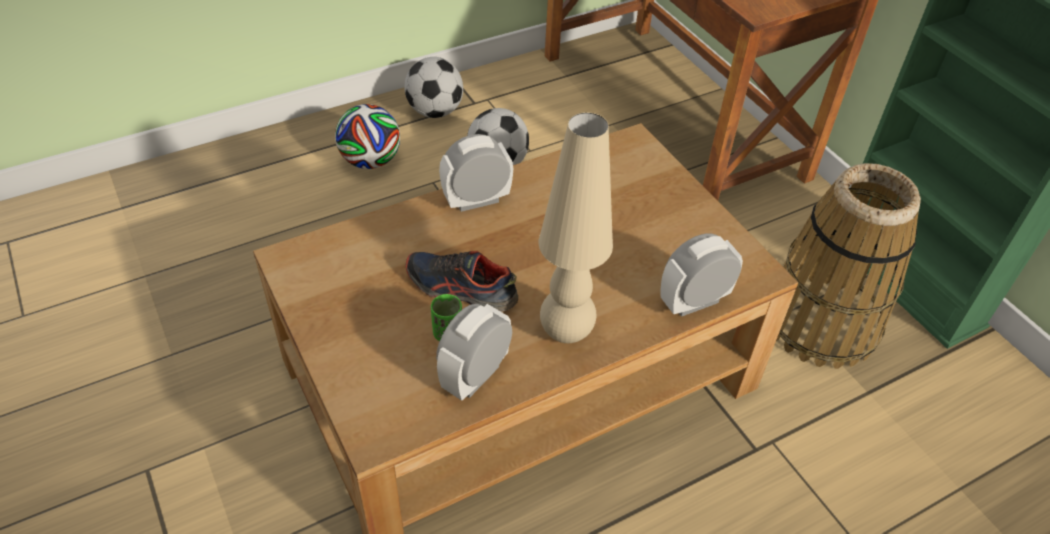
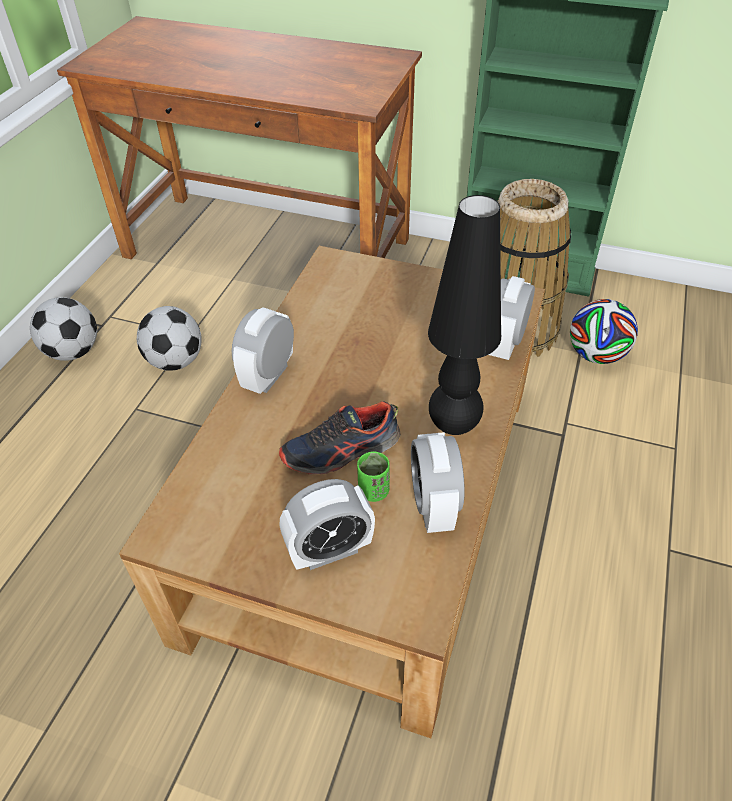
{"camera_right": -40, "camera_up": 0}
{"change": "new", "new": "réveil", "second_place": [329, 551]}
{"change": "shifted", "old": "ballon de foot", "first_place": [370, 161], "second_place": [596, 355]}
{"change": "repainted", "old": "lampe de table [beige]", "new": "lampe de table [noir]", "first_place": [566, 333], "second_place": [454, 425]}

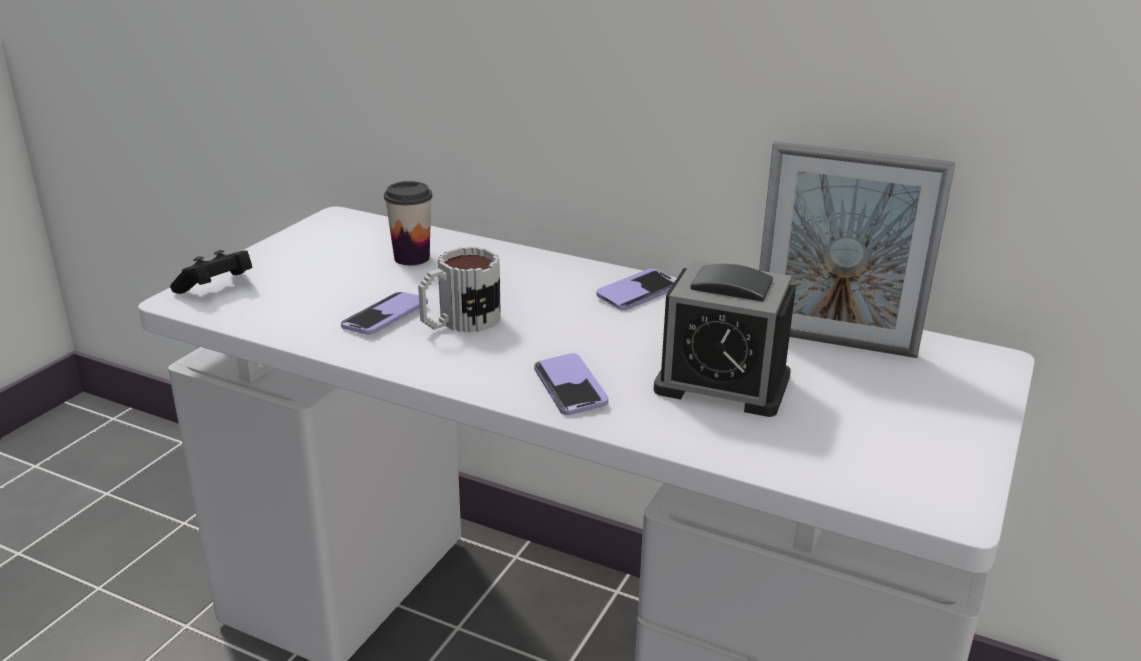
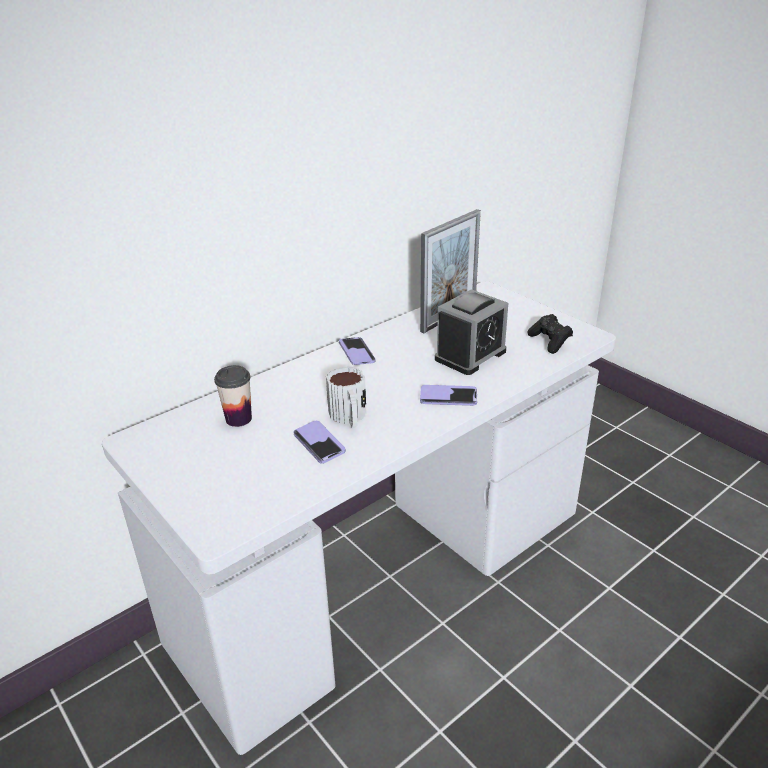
{"camera_right": -65, "camera_up": 5}
{"change": "shifted", "old": "manette [noir]", "first_place": [217, 288], "second_place": [550, 342]}

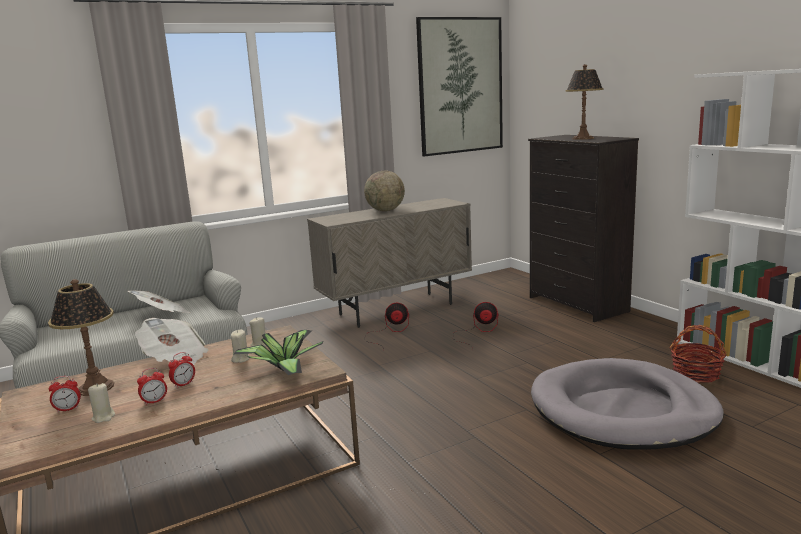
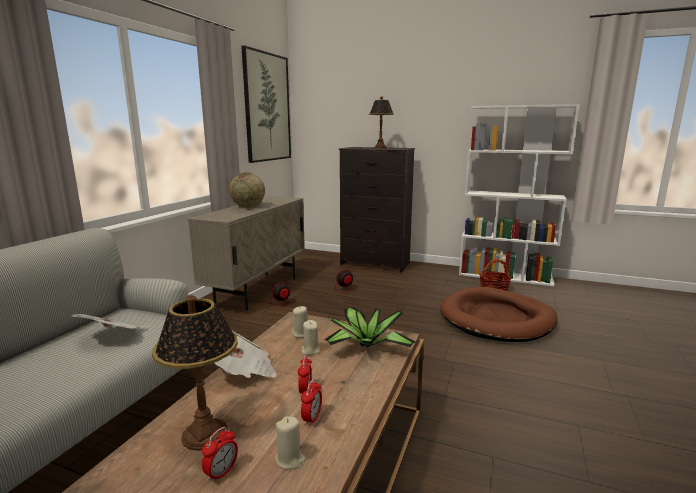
{"camera_right": -40, "camera_up": 0}
{"change": "repainted", "old": "panier pour chien [gris]", "new": "panier pour chien [marron]", "first_place": [622, 410], "second_place": [497, 319]}

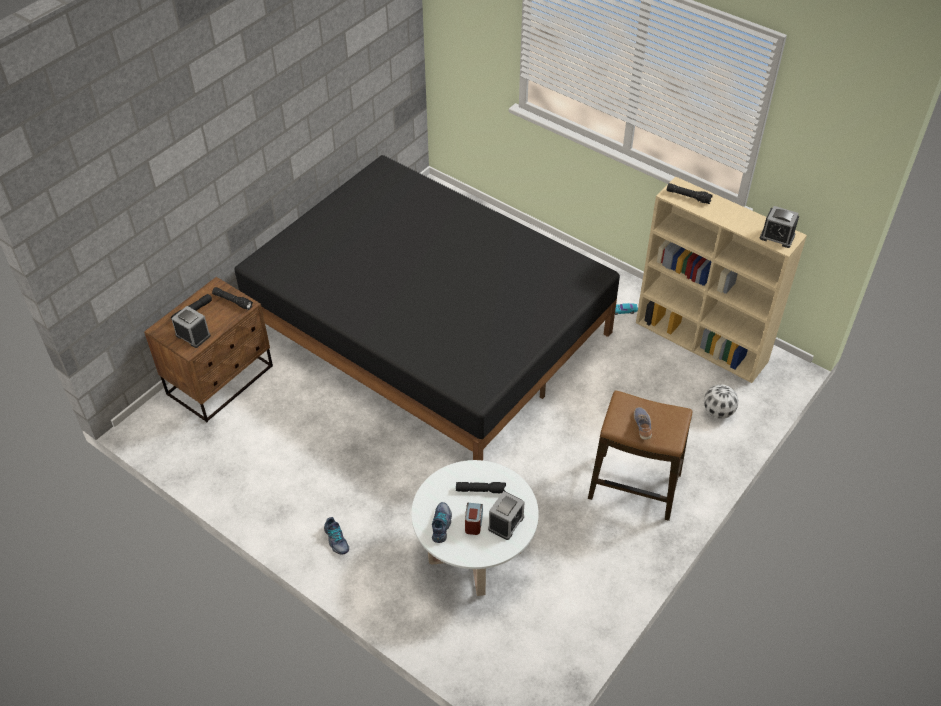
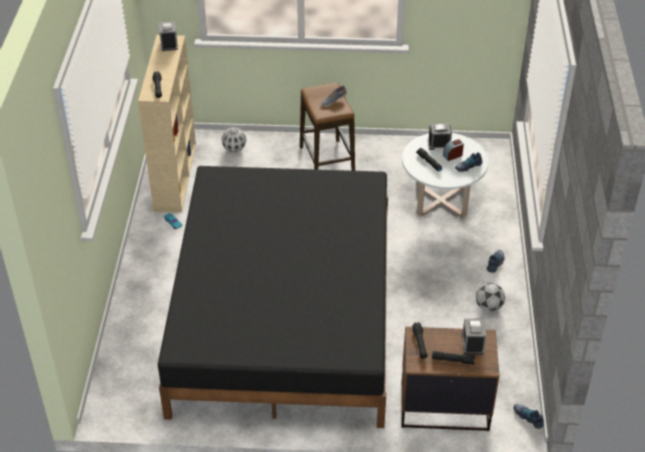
{"camera_right": -125, "camera_up": -5}
{"change": "new", "new": "ballon de foot", "second_place": [488, 307]}
{"change": "new", "new": "chaussure", "second_place": [528, 417]}

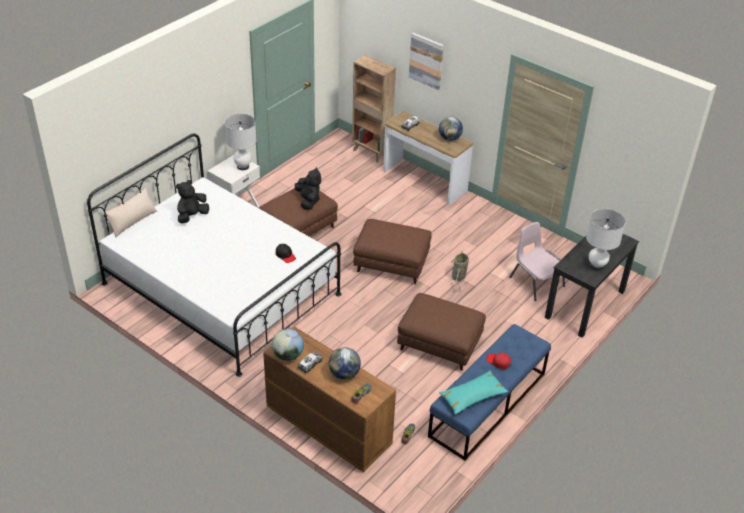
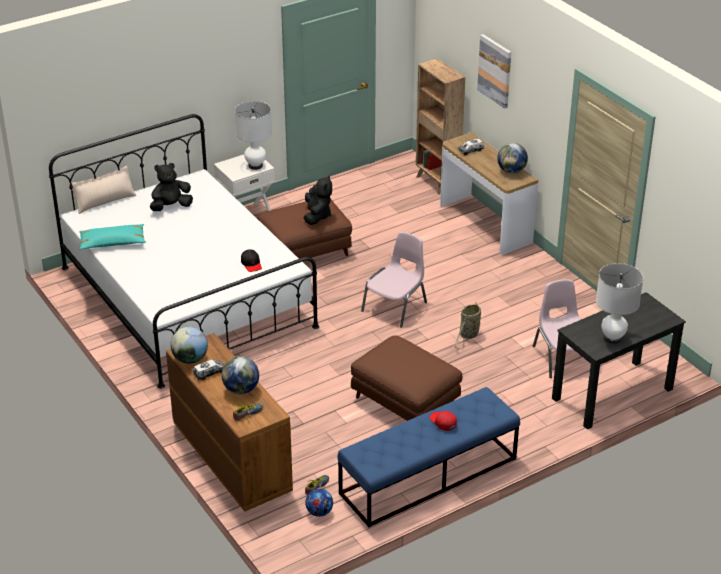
{"camera_right": 20, "camera_up": -5}
{"change": "new", "new": "ballon de foot", "second_place": [319, 512]}
{"change": "shifted", "old": "coussin [turquoise]", "first_place": [472, 396], "second_place": [112, 243]}
{"change": "swapped", "old": "pouf [marron]", "new": "chaise [rose]", "first_place": [392, 264], "second_place": [395, 306]}

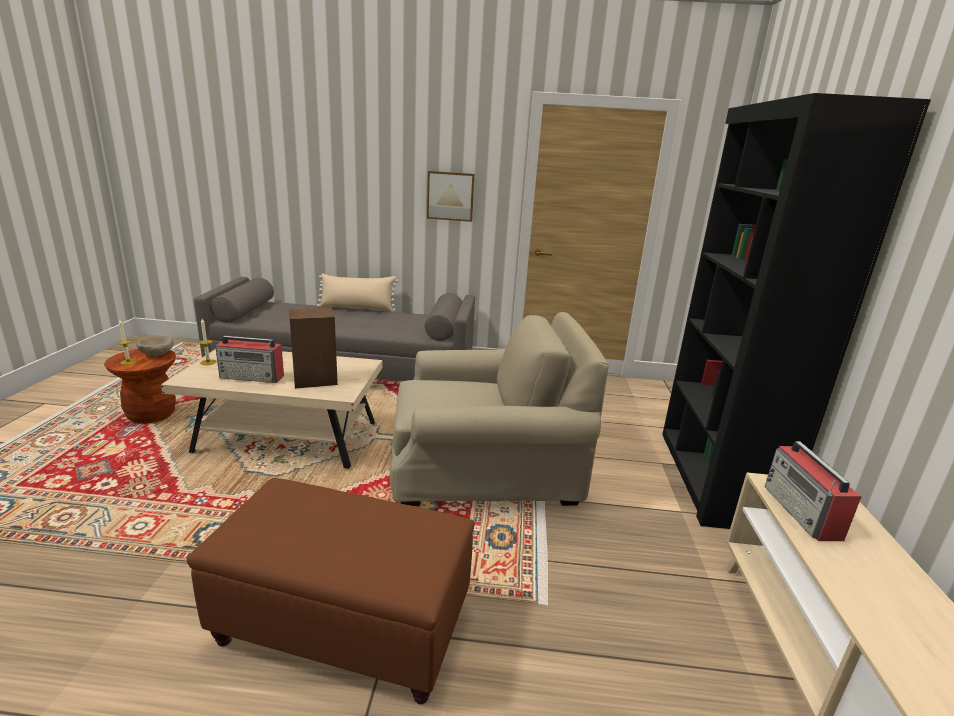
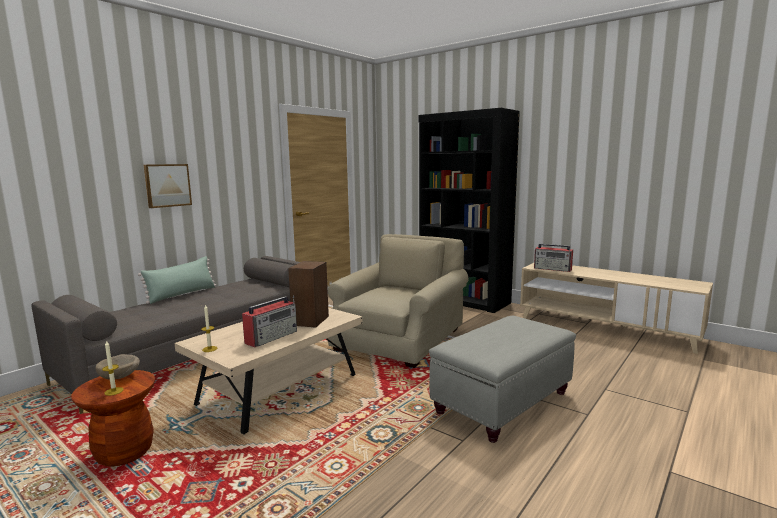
{"camera_right": -55, "camera_up": -10}
{"change": "shifted", "old": "tableau", "first_place": [450, 196], "second_place": [167, 185]}
{"change": "repainted", "old": "pouf [marron]", "new": "pouf [gris]", "first_place": [342, 624], "second_place": [502, 403]}
{"change": "repainted", "old": "coussin [beige]", "new": "coussin [vert]", "first_place": [357, 309], "second_place": [182, 294]}

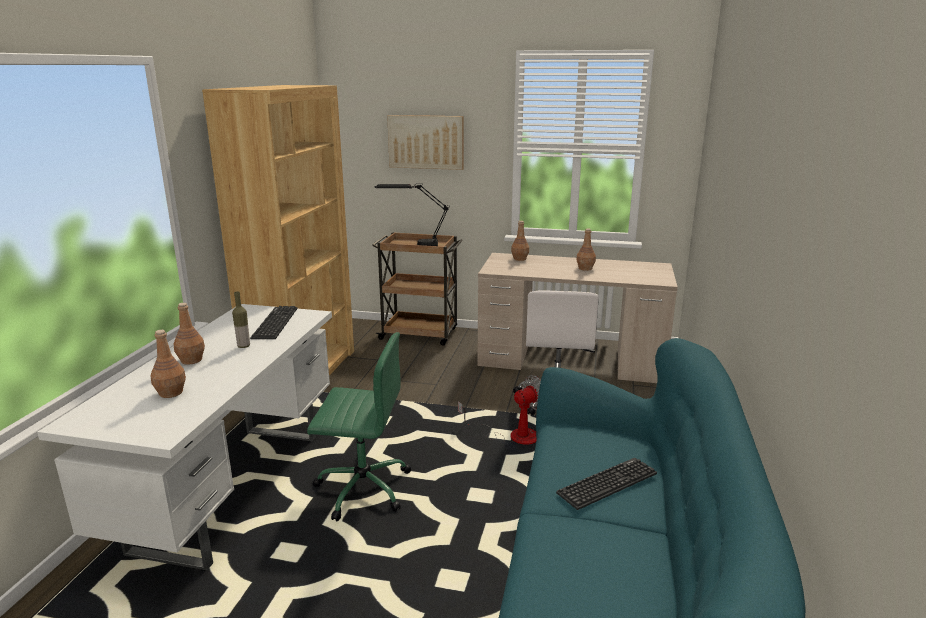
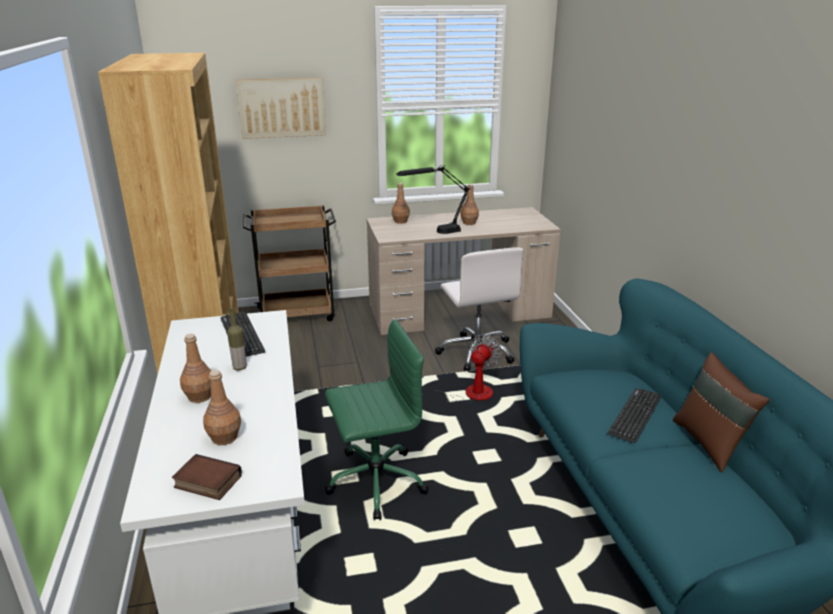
{"camera_right": -25, "camera_up": 5}
{"change": "new", "new": "livre", "second_place": [206, 482]}
{"change": "new", "new": "coussin [marron]", "second_place": [710, 443]}
{"change": "shifted", "old": "lampe de table [noir]", "first_place": [413, 244], "second_place": [434, 233]}

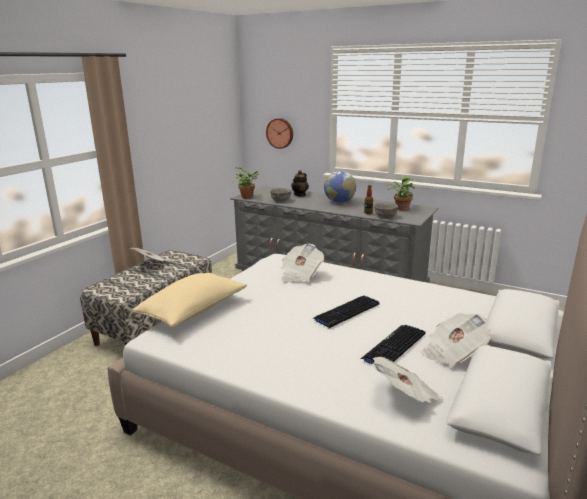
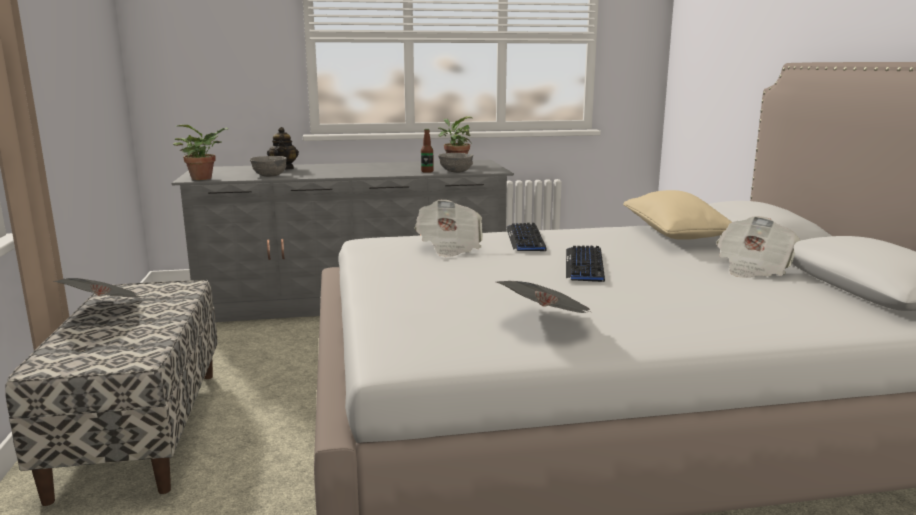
{"camera_right": -40, "camera_up": -5}
{"change": "gone", "old": "horloge murale", "first_place": [280, 133]}
{"change": "gone", "old": "globe", "first_place": [339, 202]}
{"change": "shifted", "old": "coussin [beige]", "first_place": [194, 311], "second_place": [676, 235]}
{"change": "shifted", "old": "clavier", "first_place": [394, 347], "second_place": [525, 239]}
{"change": "shifted", "old": "journal", "first_place": [405, 396], "second_place": [546, 323]}

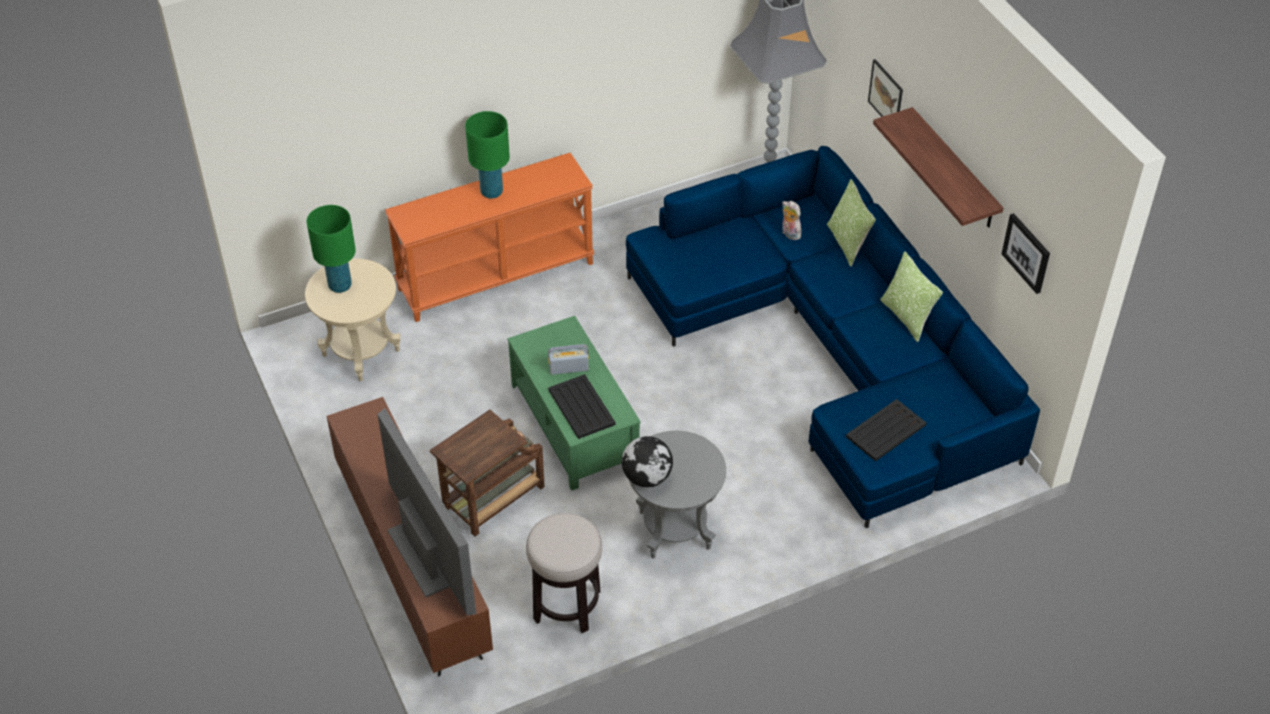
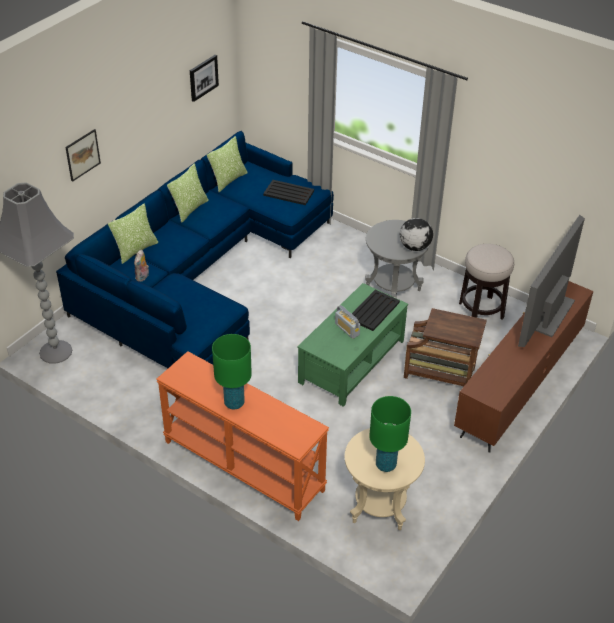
{"camera_right": -120, "camera_up": -5}
{"change": "gone", "old": "étagère", "first_place": [954, 170]}
{"change": "new", "new": "coussin", "second_place": [228, 180]}

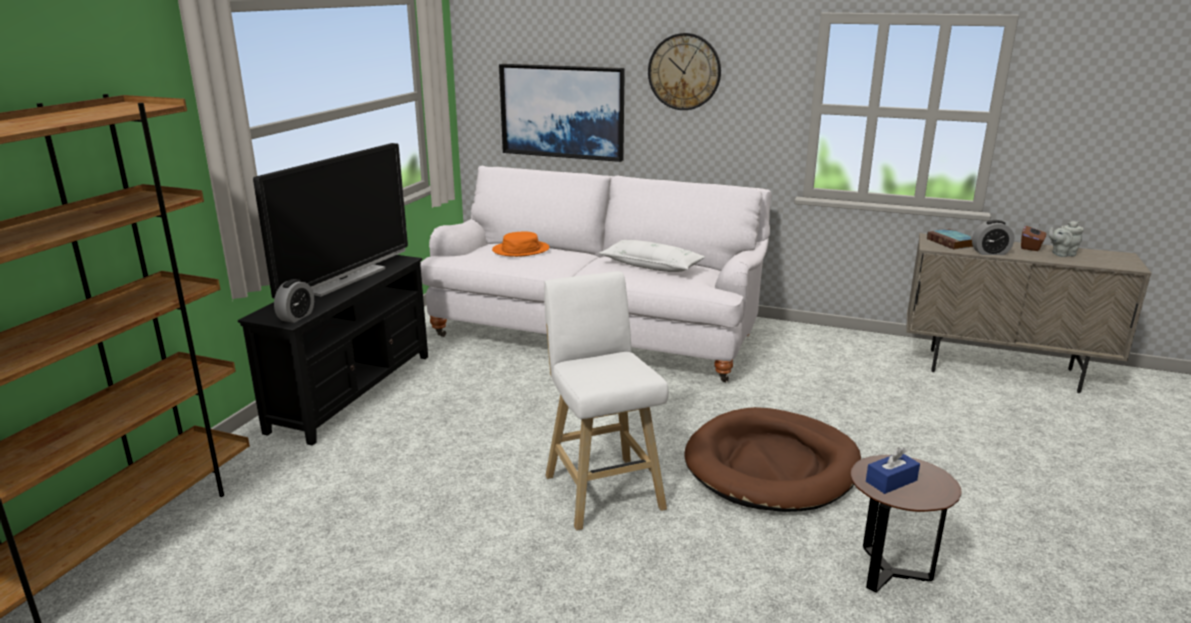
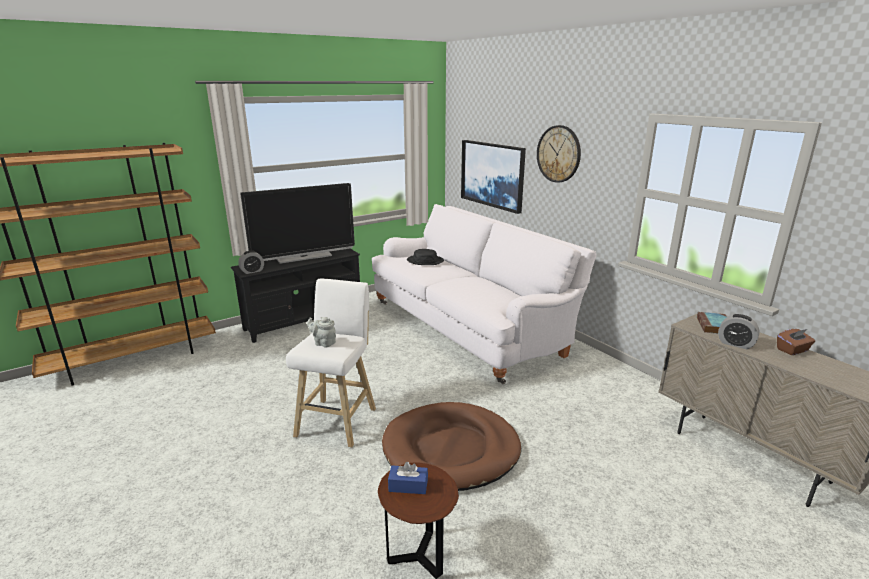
{"camera_right": 35, "camera_up": 0}
{"change": "gone", "old": "coussin [blanc]", "first_place": [651, 266]}
{"change": "shifted", "old": "théière [gris]", "first_place": [1061, 254], "second_place": [323, 343]}
{"change": "repainted", "old": "chapeau [orange]", "new": "chapeau [noir]", "first_place": [520, 250], "second_place": [425, 261]}

